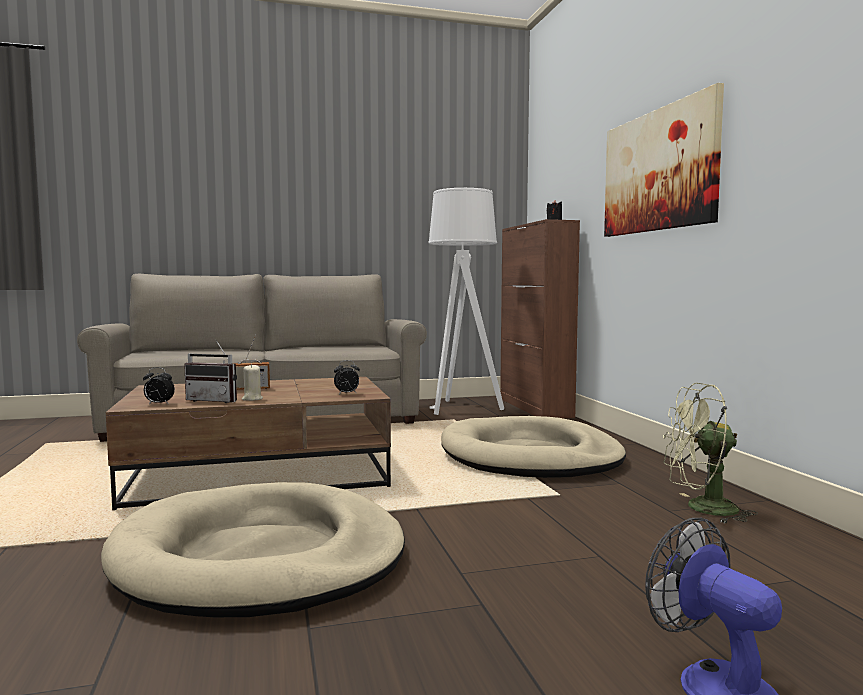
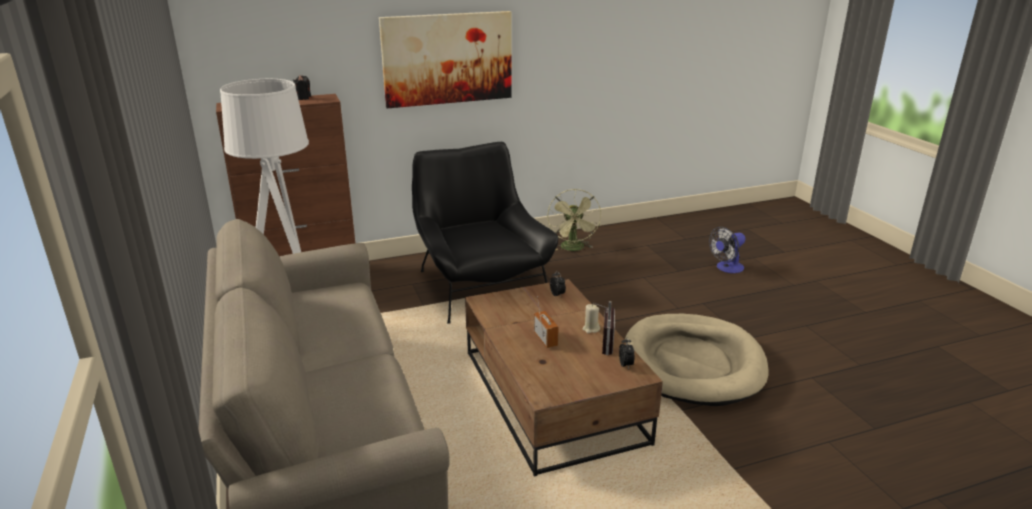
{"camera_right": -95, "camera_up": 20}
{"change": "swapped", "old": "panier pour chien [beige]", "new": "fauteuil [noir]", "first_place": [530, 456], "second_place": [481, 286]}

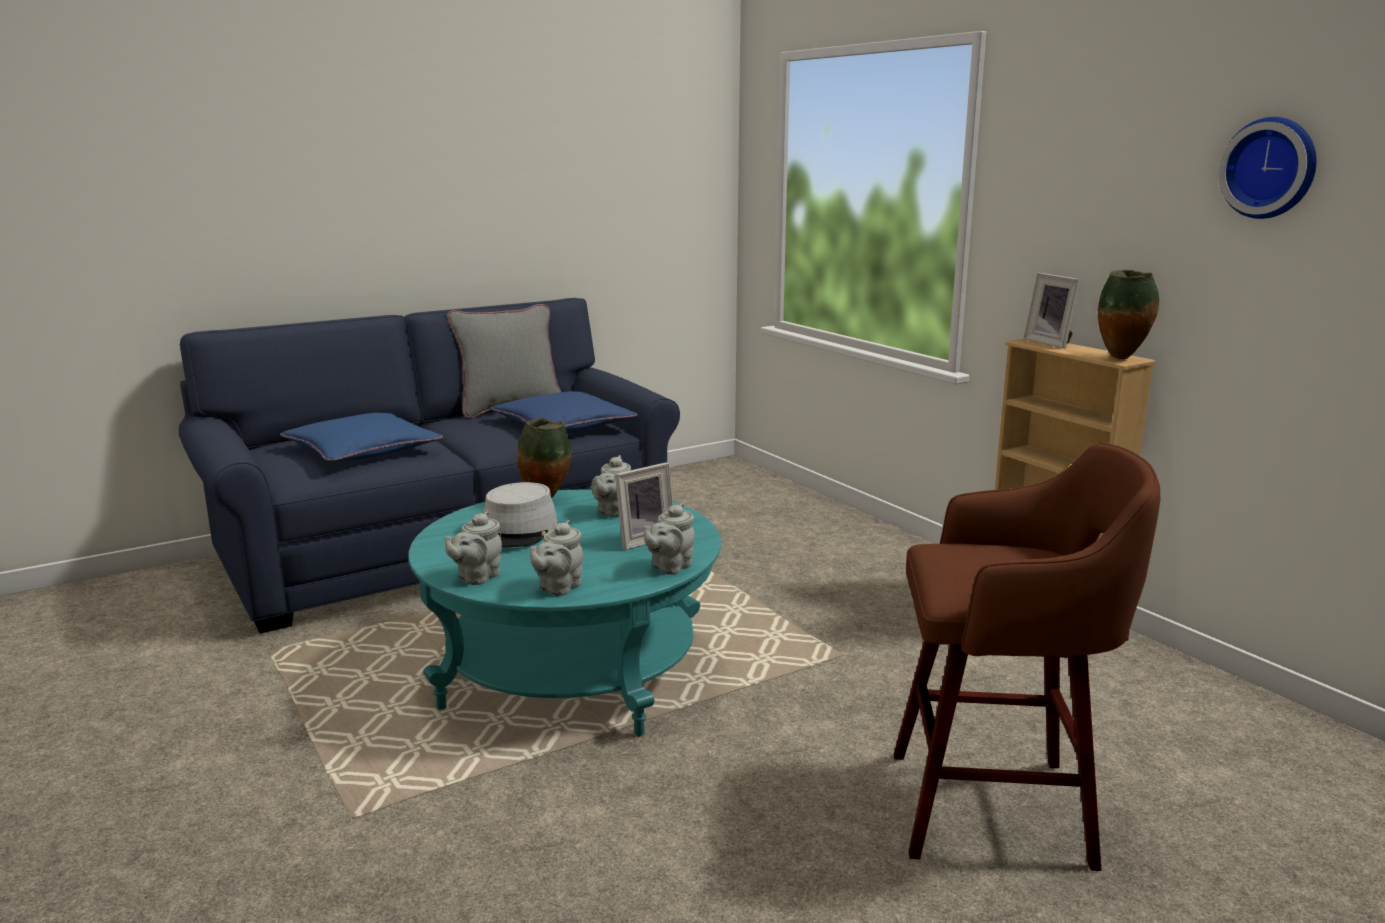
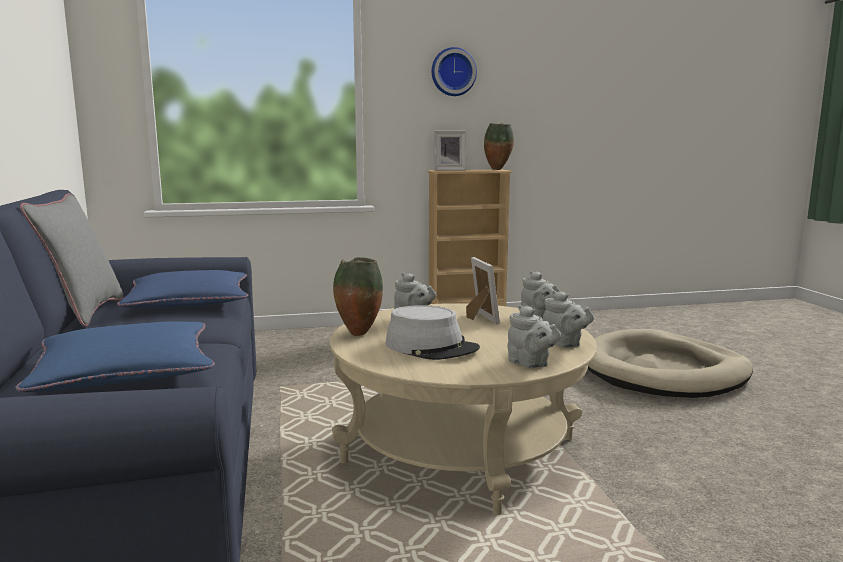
{"camera_right": -70, "camera_up": -5}
{"change": "shifted", "old": "horloge murale", "first_place": [1271, 168], "second_place": [453, 72]}
{"change": "swapped", "old": "tabouret [marron]", "new": "panier pour chien [beige]", "first_place": [997, 809], "second_place": [662, 371]}
{"change": "repainted", "old": "table basse [turquoise]", "new": "table basse [beige]", "first_place": [572, 670], "second_place": [459, 451]}

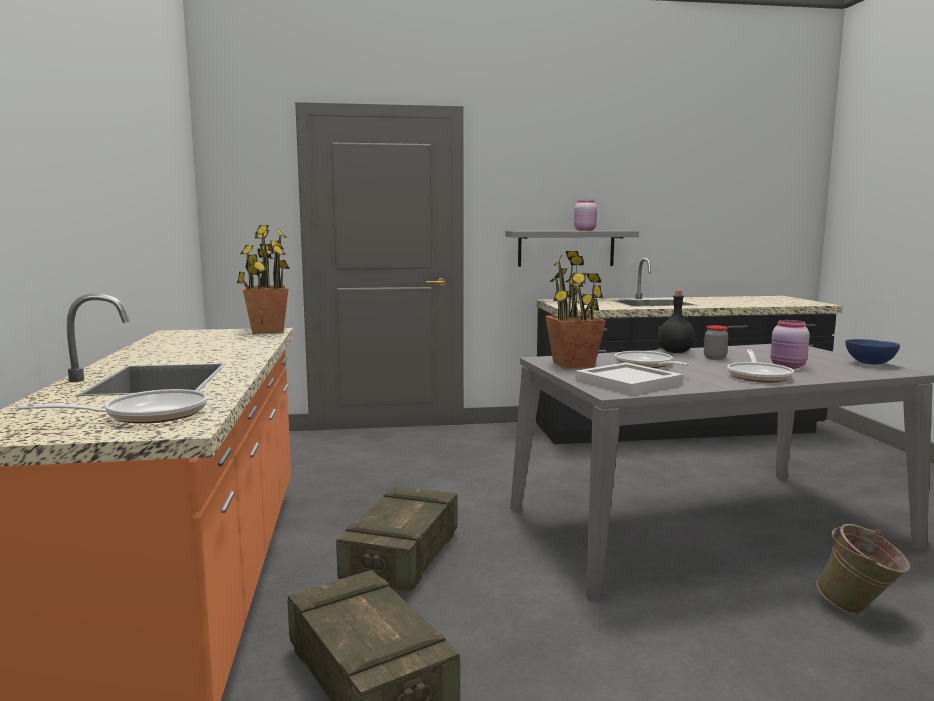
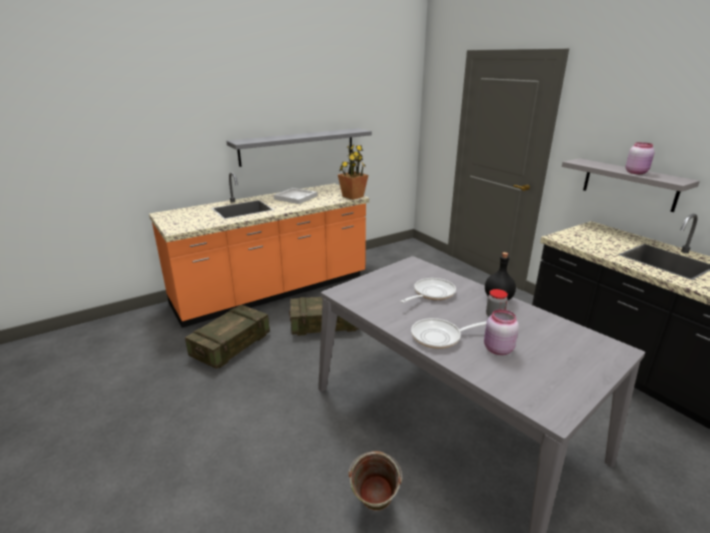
{"camera_right": 65, "camera_up": 15}
{"change": "gone", "old": "poêle", "first_place": [147, 415]}
{"change": "gone", "old": "plante en pot", "first_place": [574, 364]}
{"change": "gone", "old": "bol [bleu]", "first_place": [869, 363]}
{"change": "new", "new": "étagère [gris]", "second_place": [298, 146]}
{"change": "shifted", "old": "plateau [blanc]", "first_place": [626, 382], "second_place": [295, 197]}

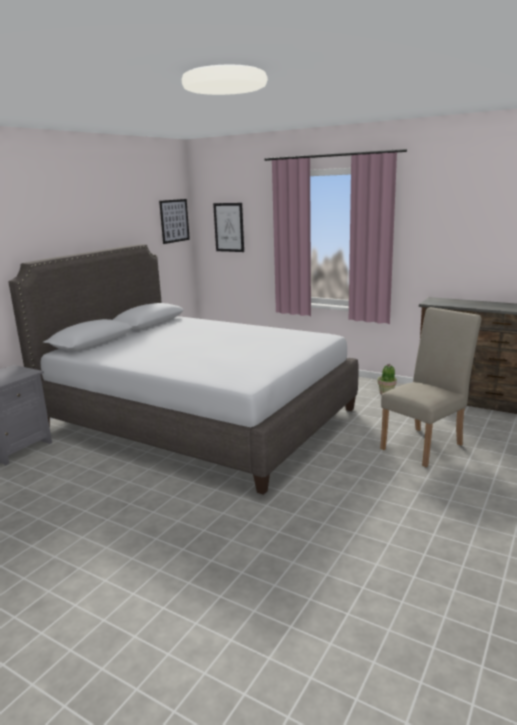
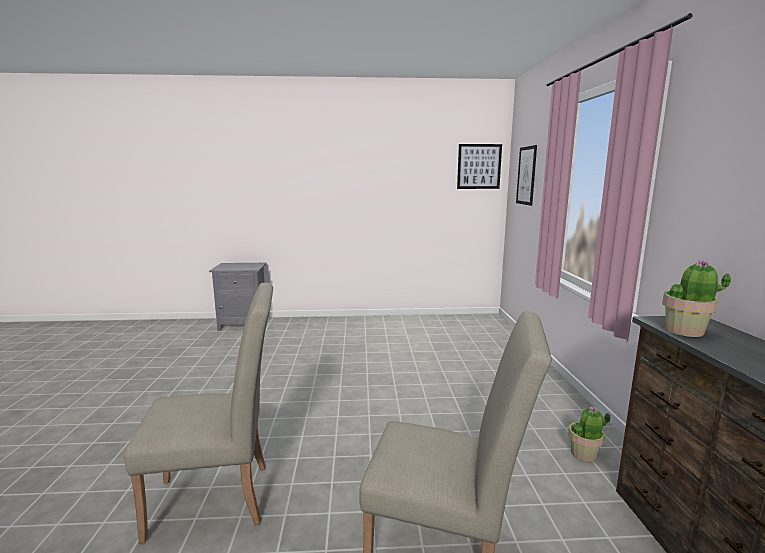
{"camera_right": 55, "camera_up": -5}
{"change": "gone", "old": "lit [gris]", "first_place": [198, 418]}
{"change": "new", "new": "chaise [beige]", "second_place": [220, 499]}
{"change": "new", "new": "plante en pot", "second_place": [685, 331]}

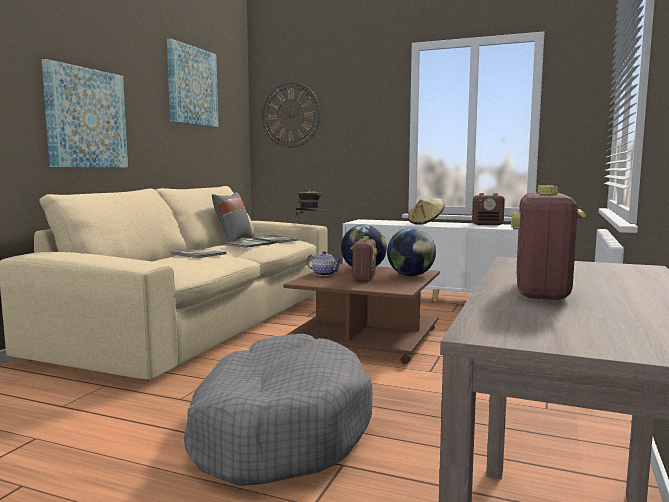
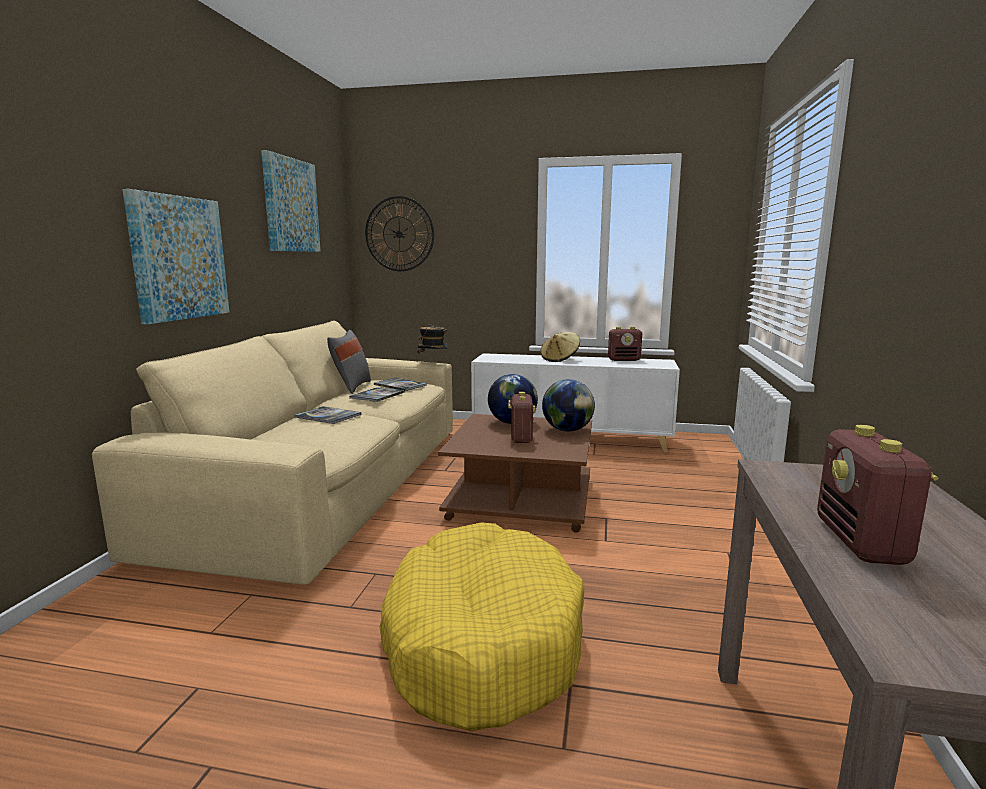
{"camera_right": -10, "camera_up": 5}
{"change": "gone", "old": "théière", "first_place": [324, 274]}
{"change": "repainted", "old": "panier pour chien [gris]", "new": "panier pour chien [jaune]", "first_place": [278, 429], "second_place": [481, 641]}

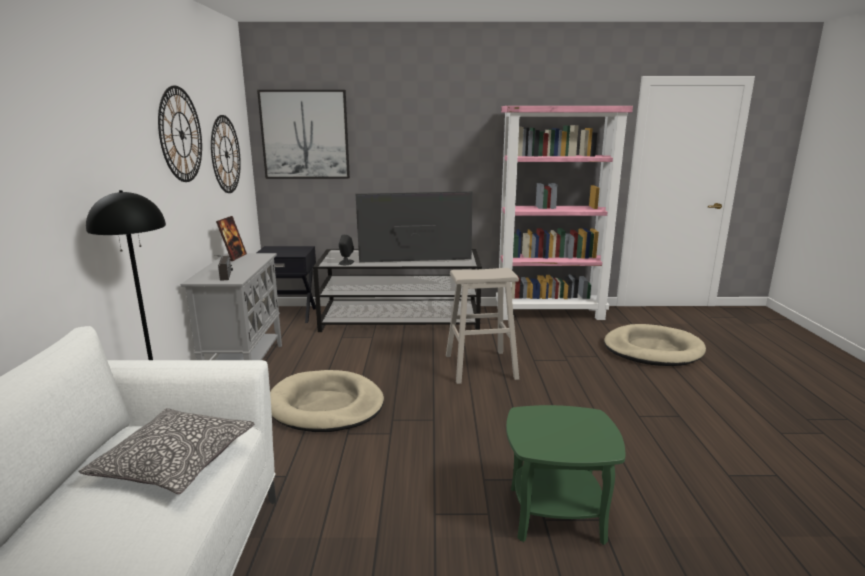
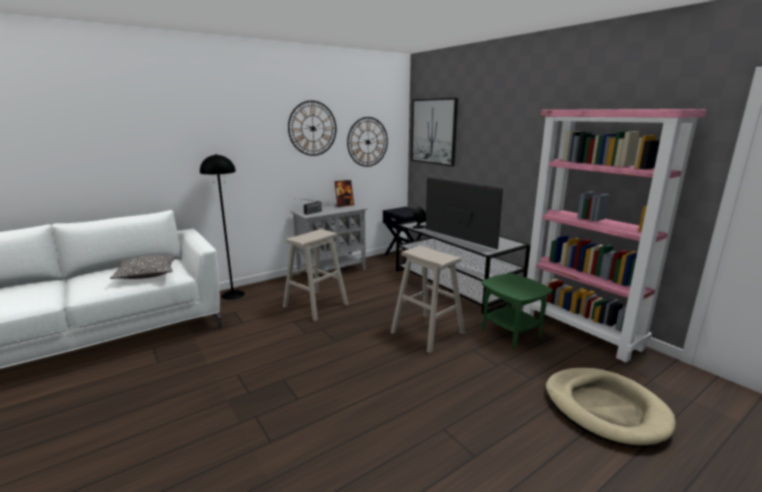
{"camera_right": 55, "camera_up": 0}
{"change": "shifted", "old": "table d'appoint [vert]", "first_place": [556, 514], "second_place": [511, 333]}
{"change": "swapped", "old": "panier pour chien [beige]", "new": "tabouret [beige]", "first_place": [326, 406], "second_place": [315, 305]}

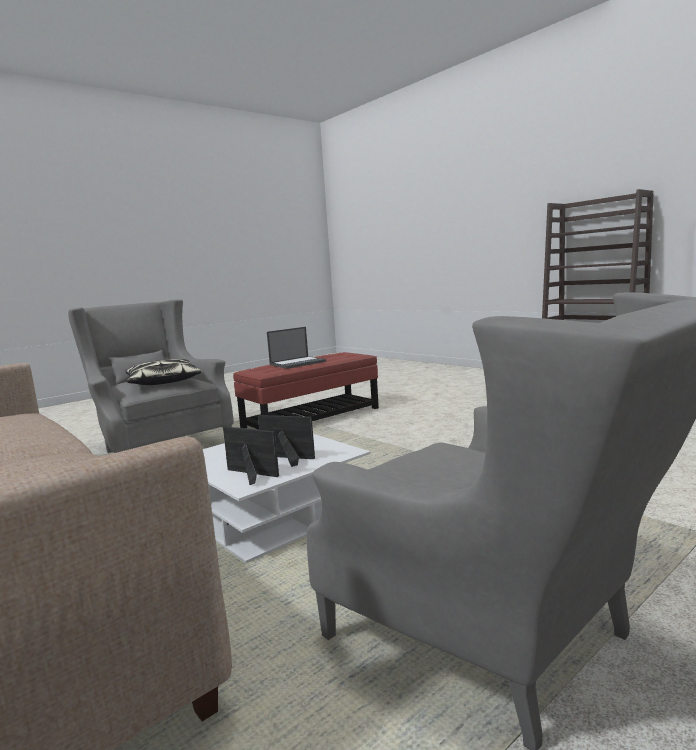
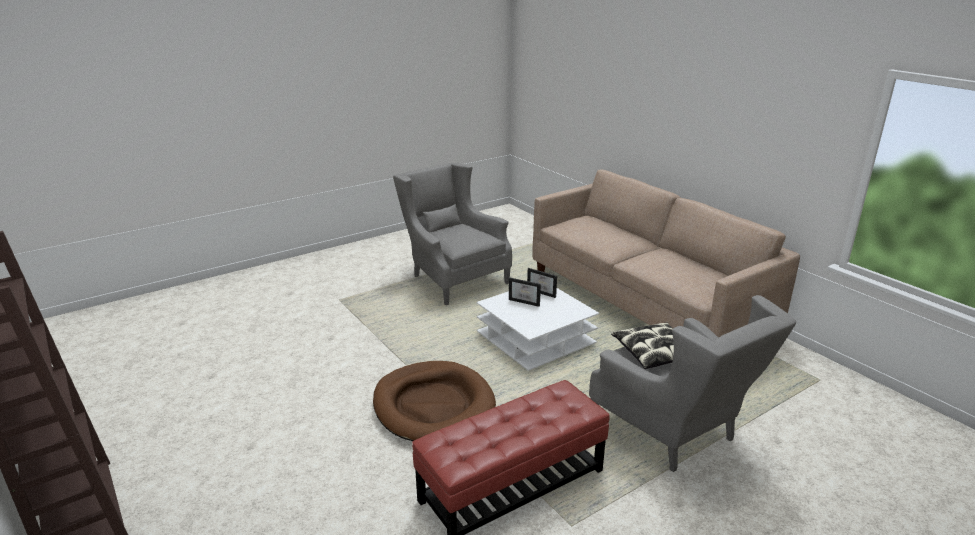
{"camera_right": -175, "camera_up": 15}
{"change": "gone", "old": "ordinateur portable", "first_place": [298, 363]}
{"change": "new", "new": "panier pour chien [marron]", "second_place": [433, 406]}

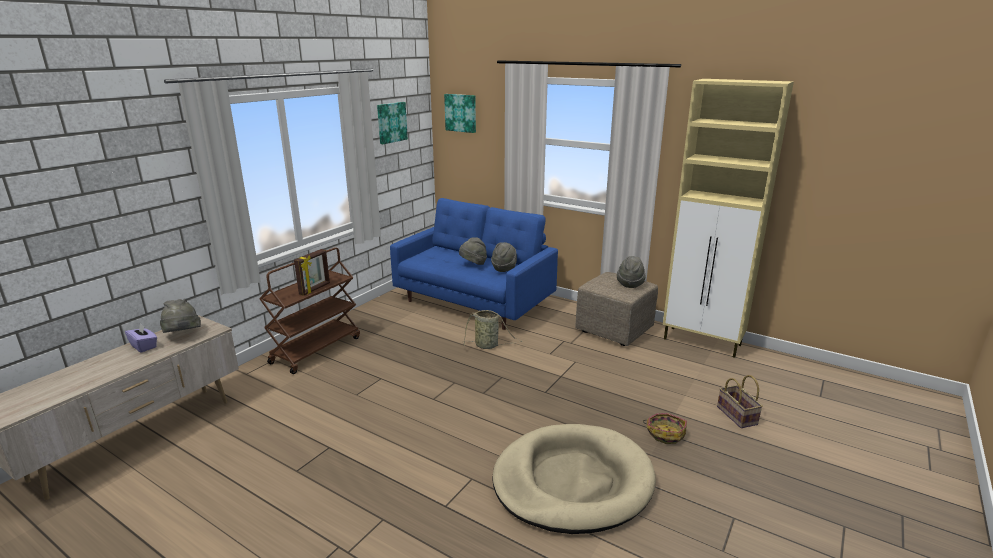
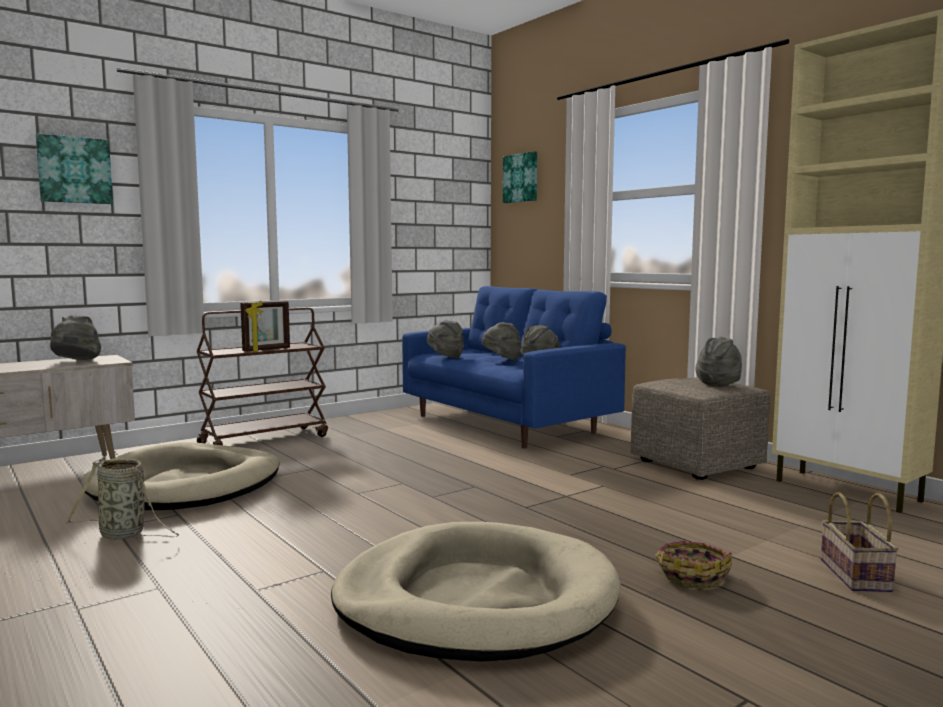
{"camera_right": 20, "camera_up": -15}
{"change": "gone", "old": "boîte à mouchoirs [violet]", "first_place": [144, 346]}
{"change": "new", "new": "panier pour chien [beige]", "second_place": [187, 485]}
{"change": "new", "new": "chapeau [gris]", "second_place": [445, 356]}
{"change": "shifted", "old": "tableau", "first_place": [391, 122], "second_place": [74, 170]}
{"change": "shifted", "old": "panier", "first_place": [488, 345], "second_place": [125, 535]}

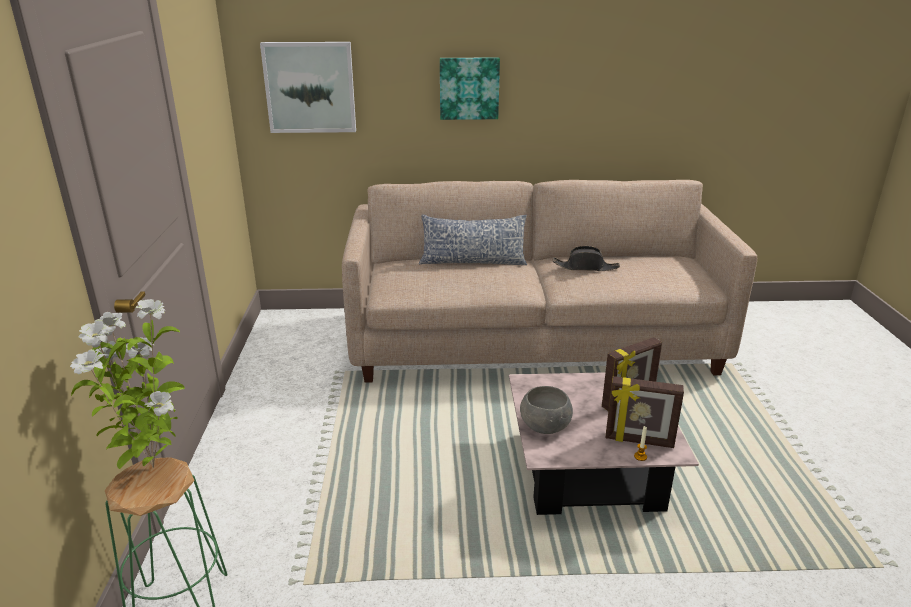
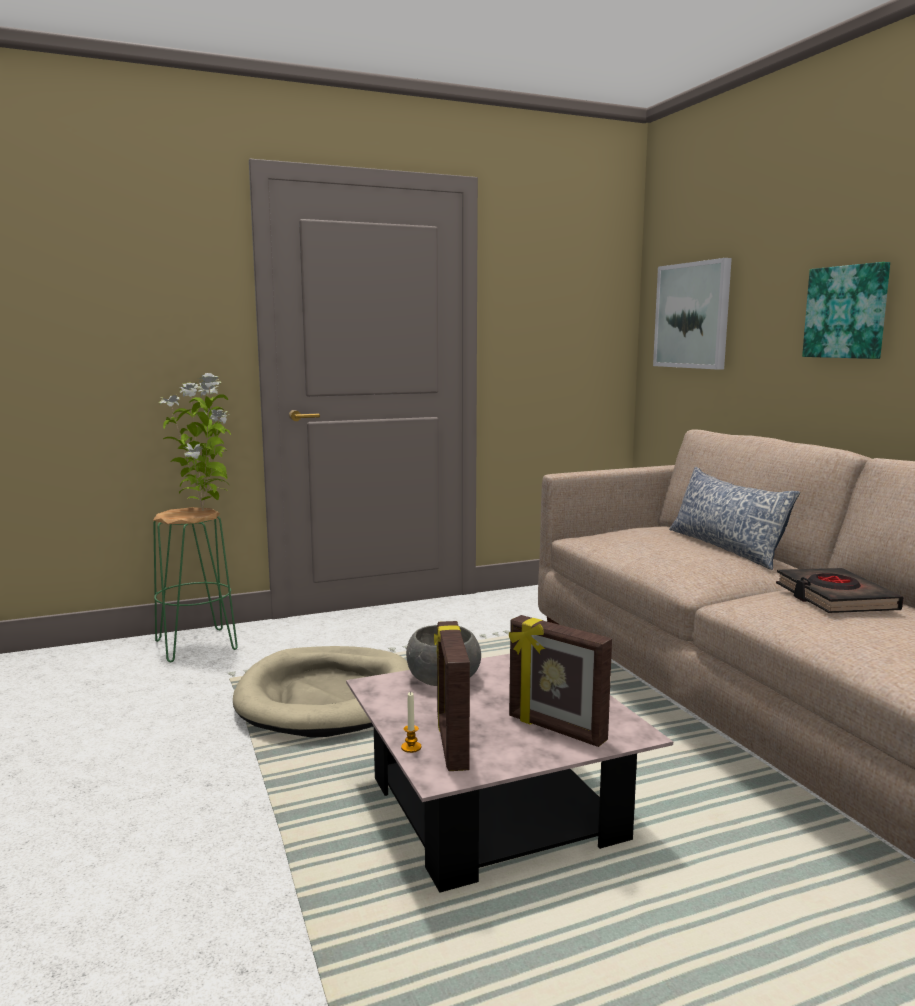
{"camera_right": 70, "camera_up": -15}
{"change": "new", "new": "panier pour chien [beige]", "second_place": [327, 697]}
{"change": "swapped", "old": "chapeau [noir]", "new": "livre [noir]", "first_place": [585, 267], "second_place": [834, 598]}

